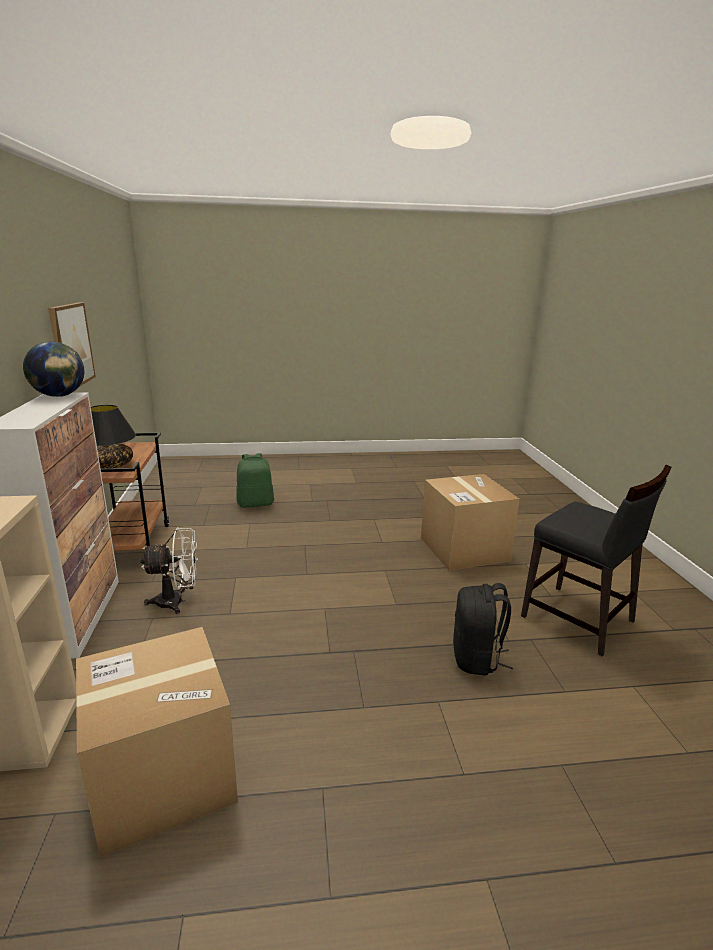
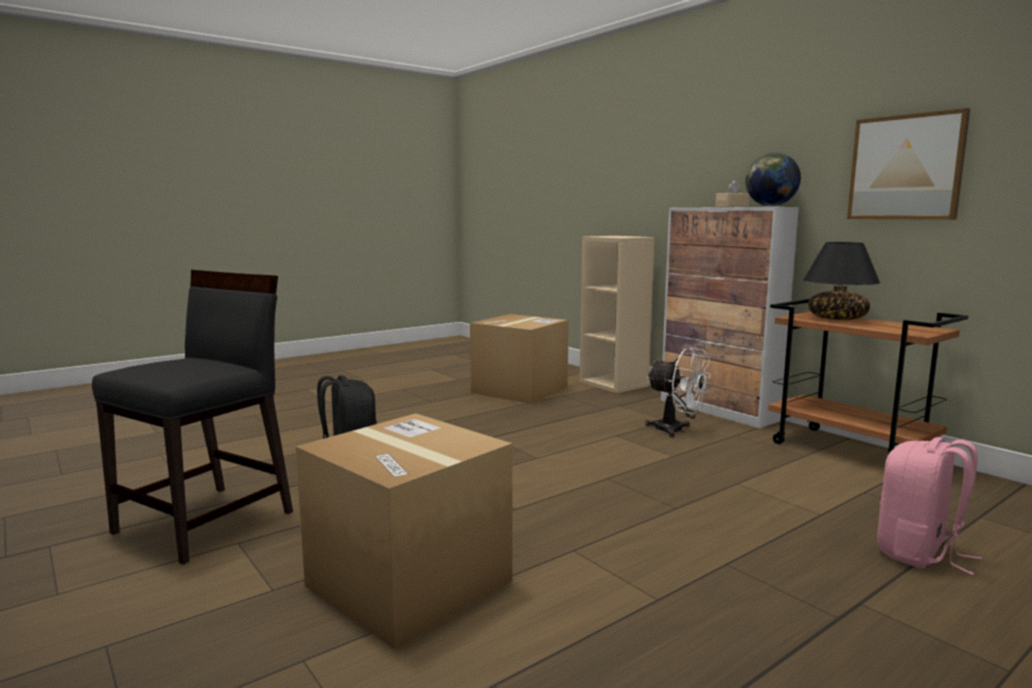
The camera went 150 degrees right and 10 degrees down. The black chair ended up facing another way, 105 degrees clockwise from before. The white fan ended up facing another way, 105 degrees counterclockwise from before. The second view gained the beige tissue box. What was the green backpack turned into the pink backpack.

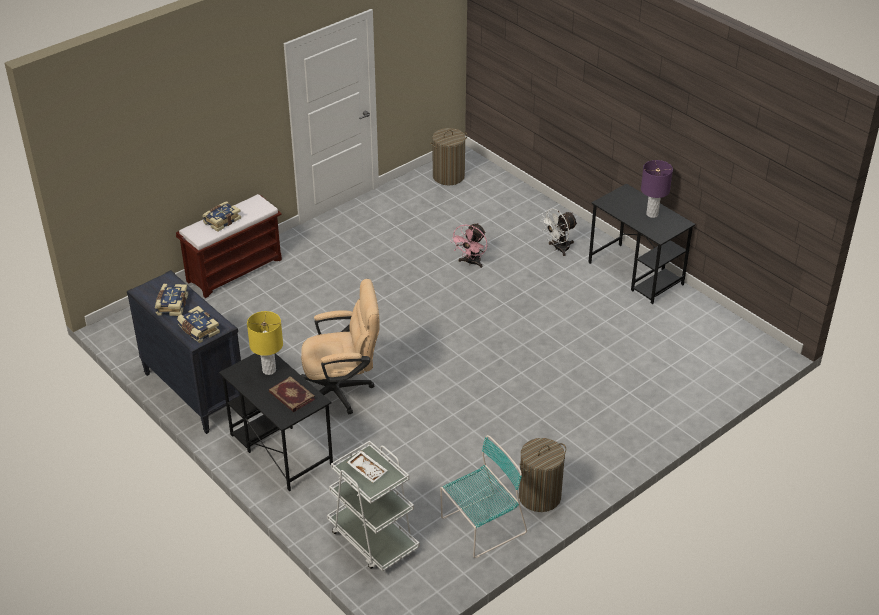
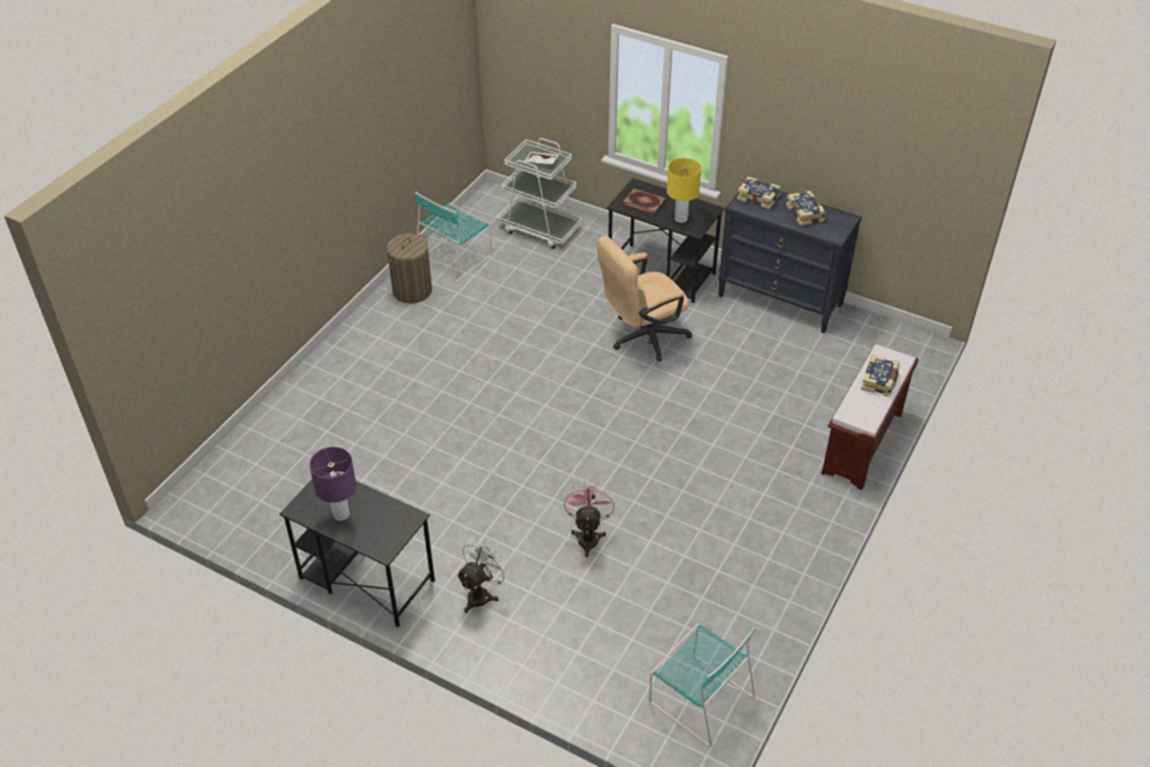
The camera went 160 degrees right and 5 degrees up. Where the laundry basket (1st from left) stood, the turquoise chair (2nd from left) came to stand.

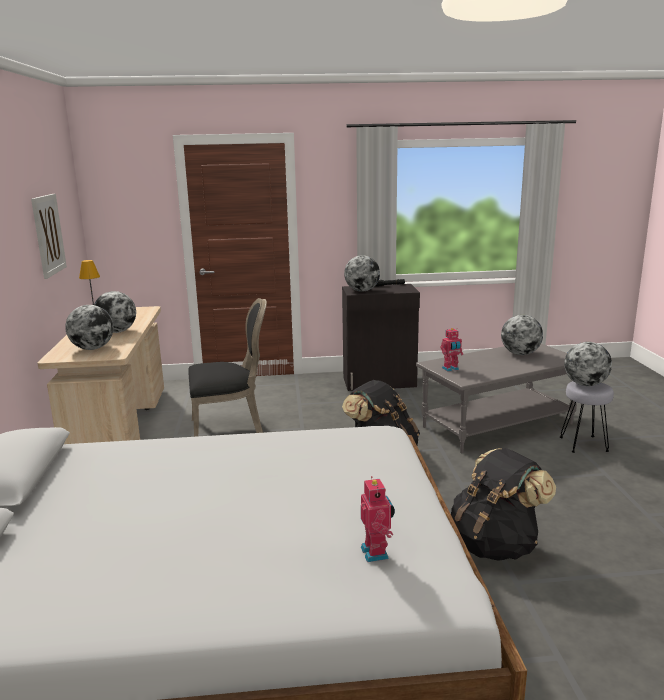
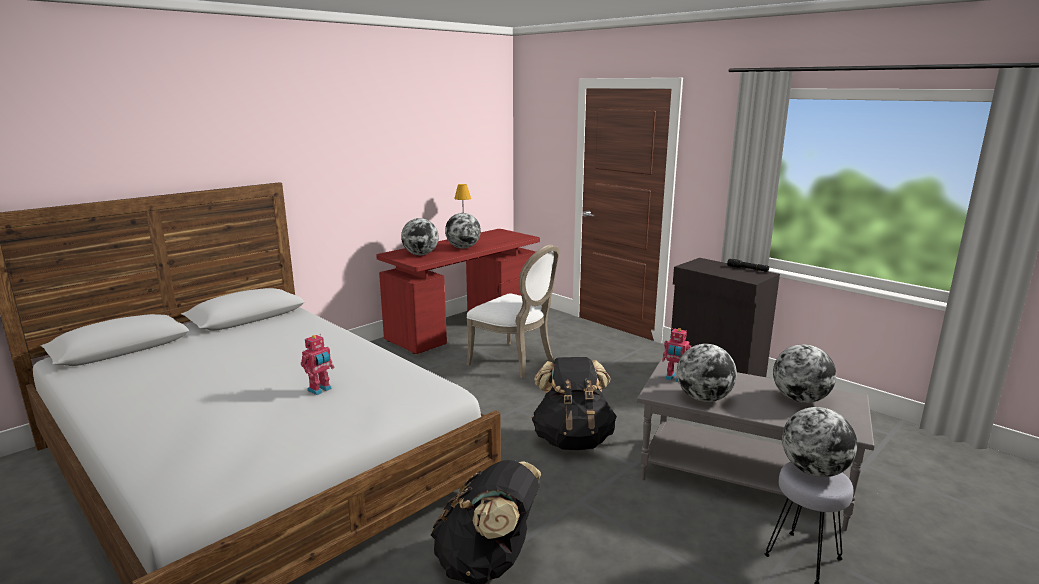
The camera went 50 degrees right and 0 degrees up. The toy robot (1st from left) ended up elsewhere. What was the beige desk turned into the red desk. What was the black chair turned into the white chair. The globe (3rd from left) ended up elsewhere. The second view lost the picture.

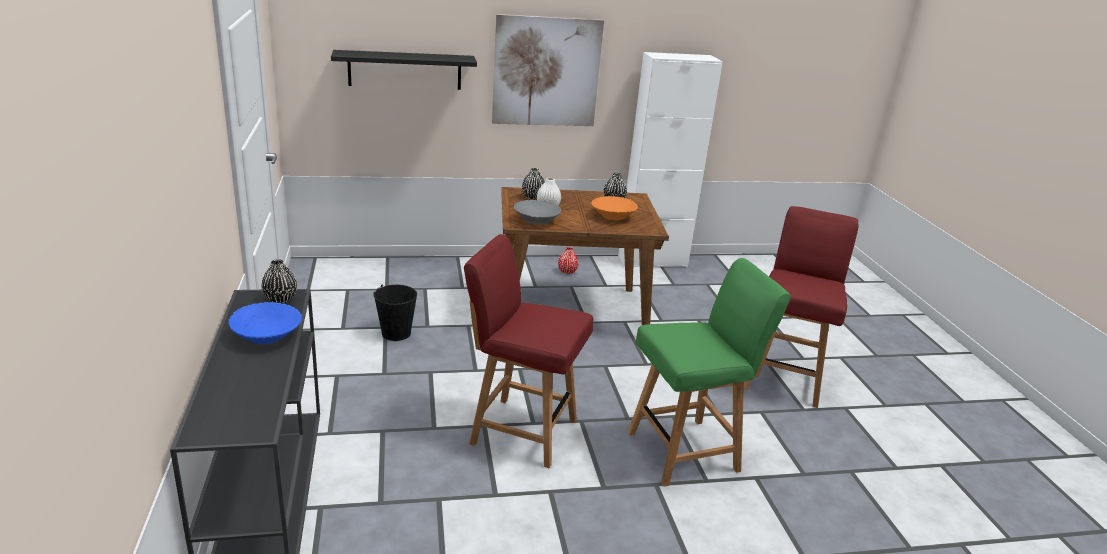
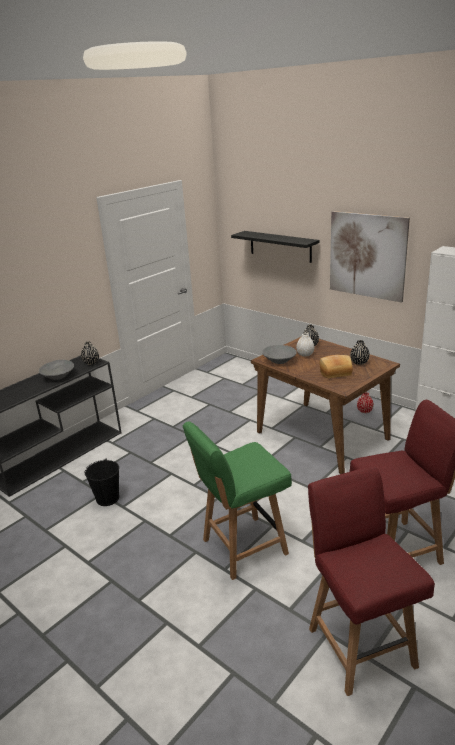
The camera went 55 degrees right and 0 degrees up. What was the blue bowl turned into the grey bowl (1st from left). The black bucket ended up elsewhere. The green chair ended up facing another way, 120 degrees clockwise from before. The red chair (1st from left) ended up elsewhere. Where the orange bowl stood, the bread came to stand.

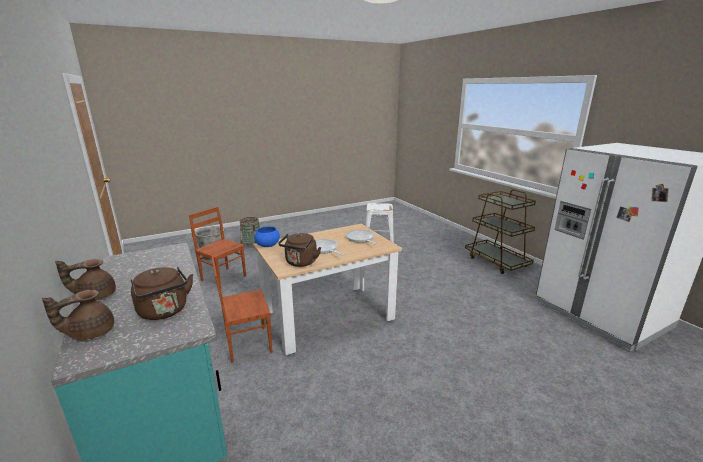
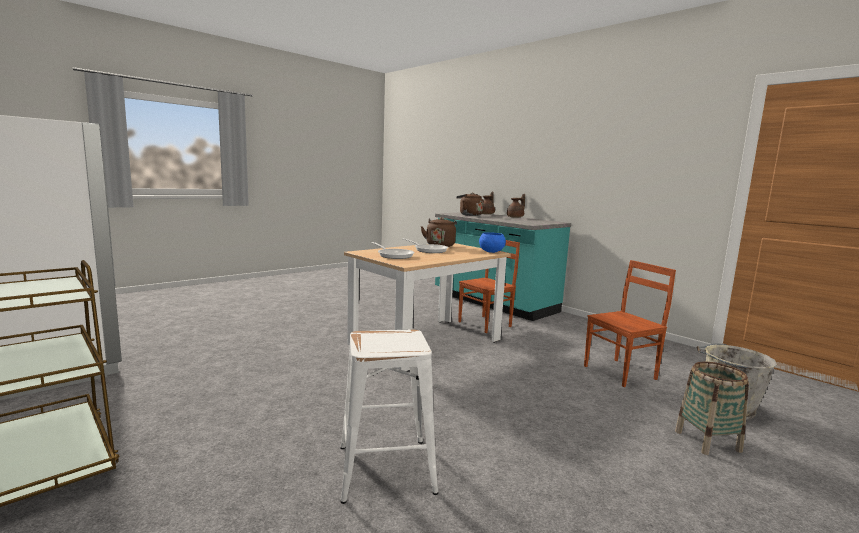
The camera went 165 degrees right and 10 degrees down. The brown chair (1st from left in the first image) ended up facing another way, 45 degrees counterclockwise from before.

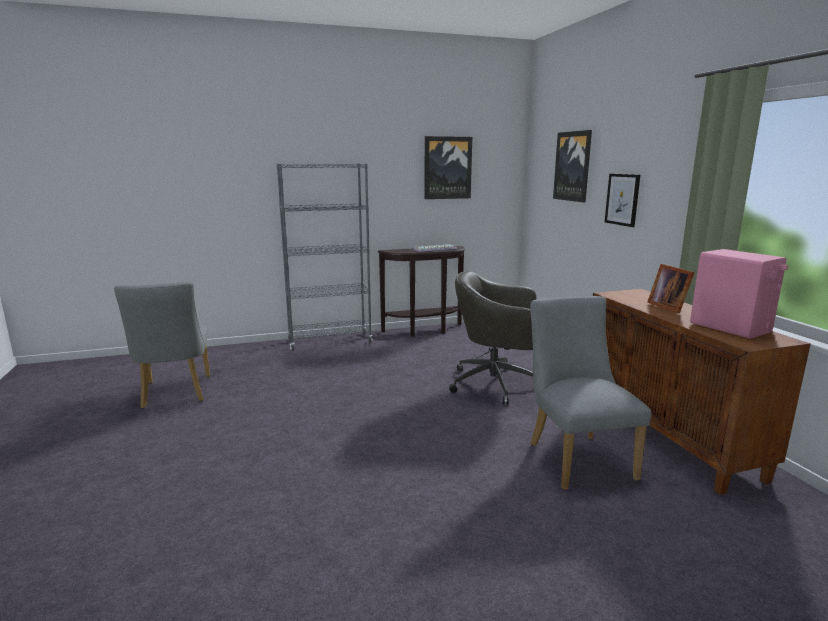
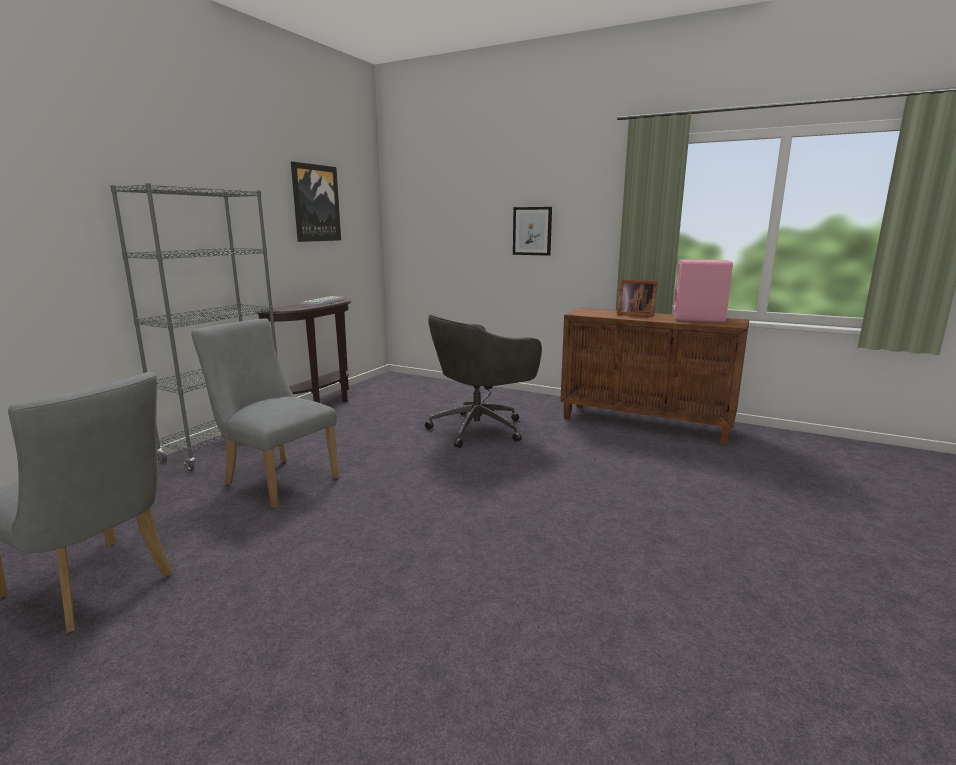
The camera went 45 degrees left and 0 degrees up. The grey chair (2nd from left) ended up elsewhere. The second view lost the picture (2nd from left).

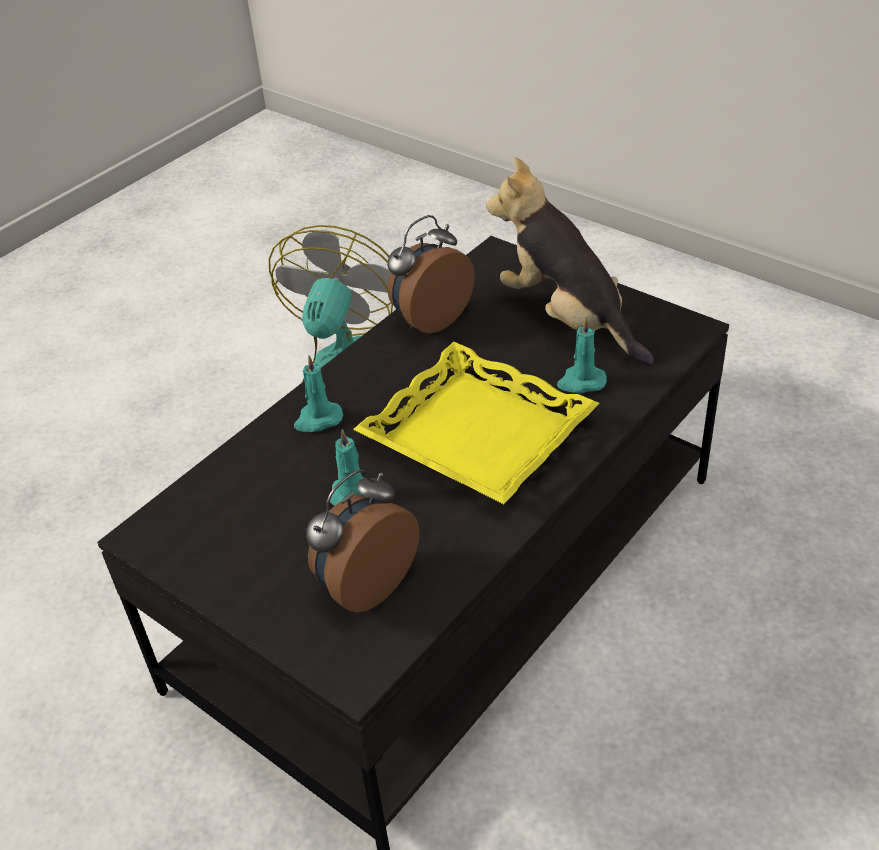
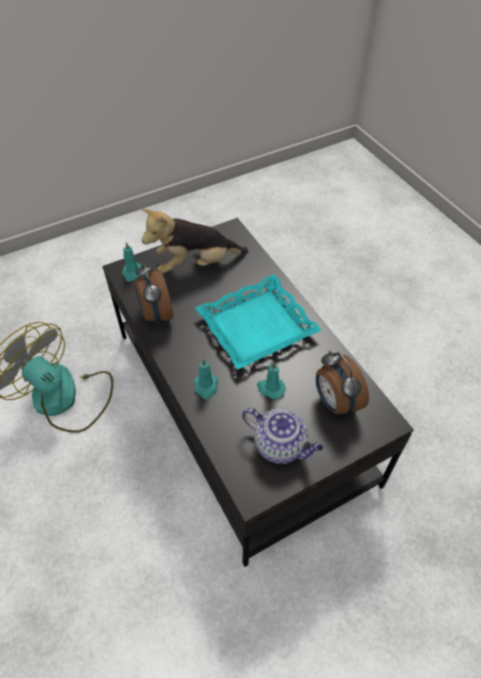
The camera went 70 degrees left and 10 degrees up. The turquoise candle (3rd from left in the first image) ended up elsewhere. What was the yellow tray turned into the turquoise tray. The second view gained the teapot.

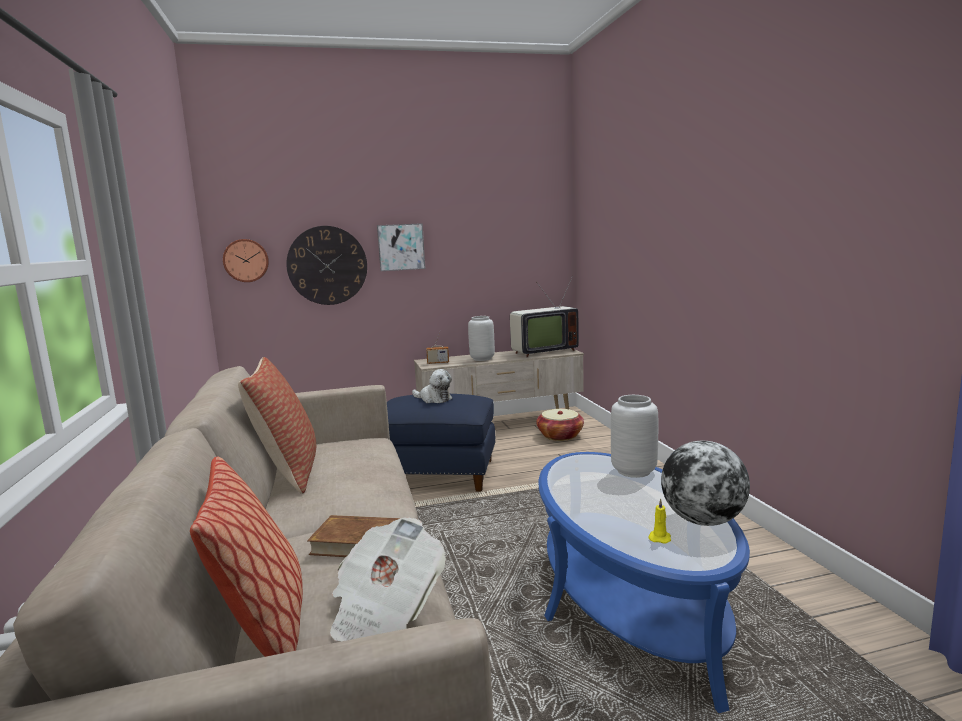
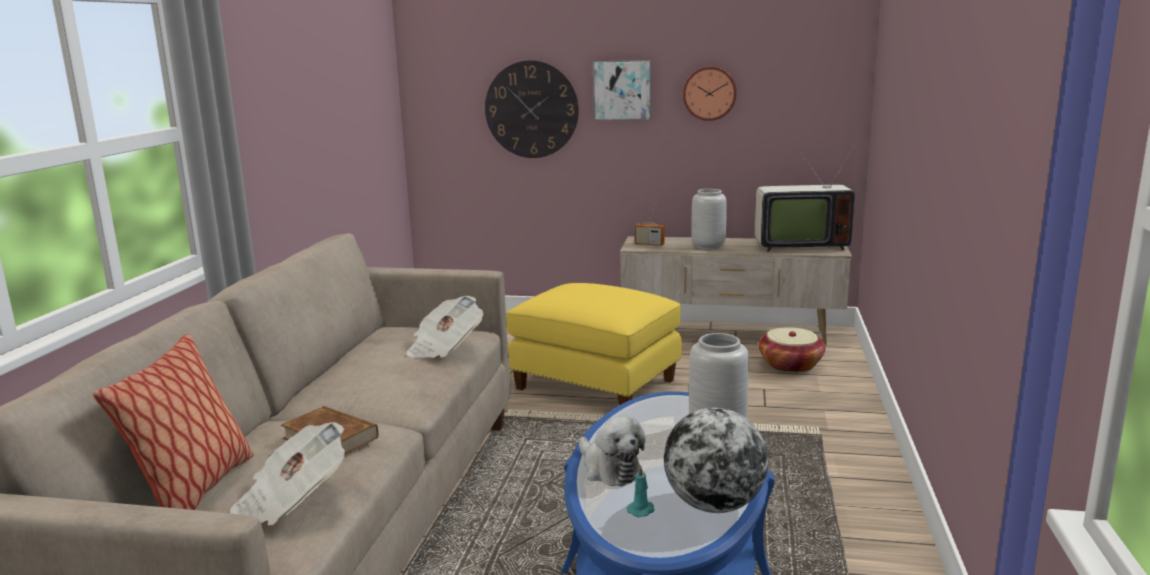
The camera went 25 degrees right and 5 degrees up. The second view gained the newspaper (2nd from left). What was the blue ottoman turned into the yellow ottoman. The plush toy ended up elsewhere. What was the yellow candle turned into the turquoise candle. The wall clock (1st from left in the first image) ended up elsewhere. The second view lost the pillow (2nd from left).

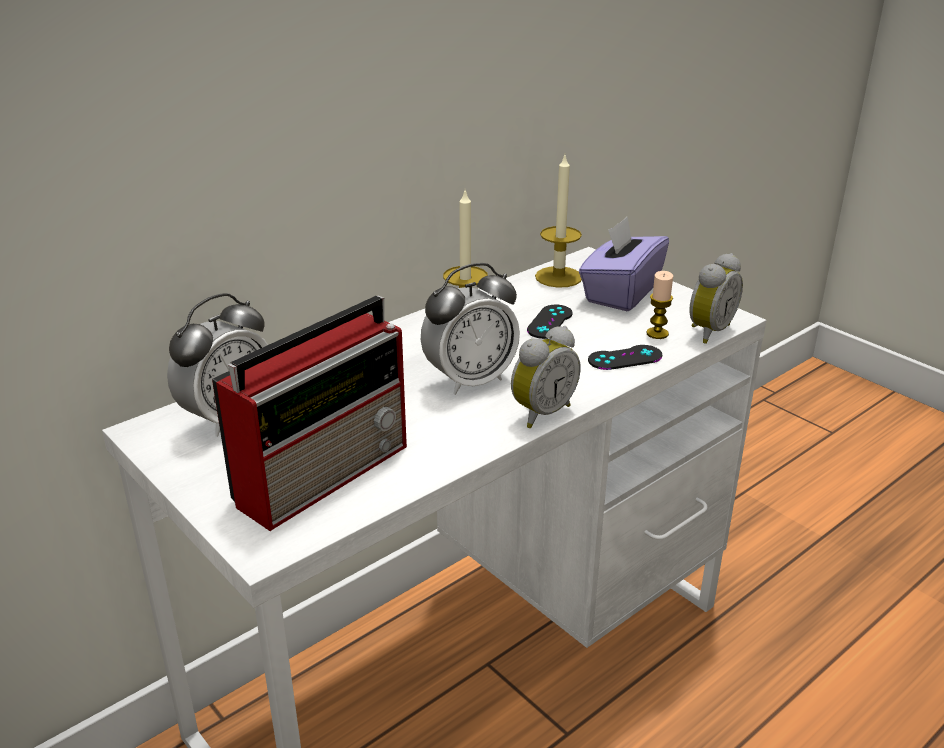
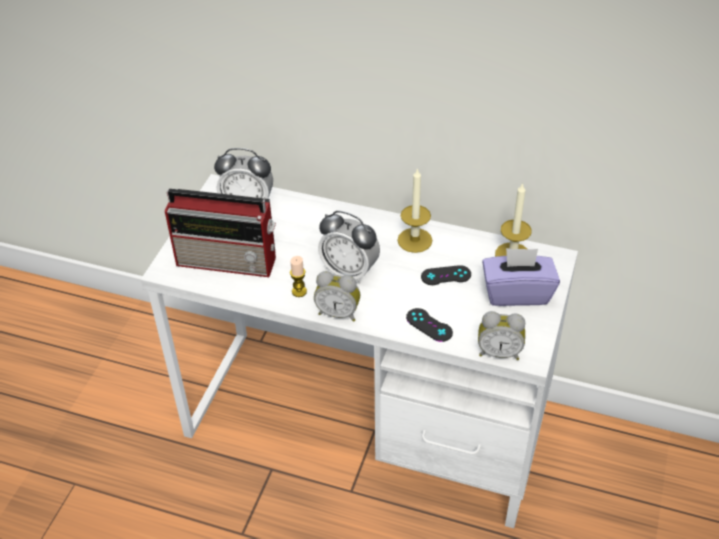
The camera went 60 degrees right and 15 degrees up. The candle (3rd from left in the first image) ended up elsewhere.

